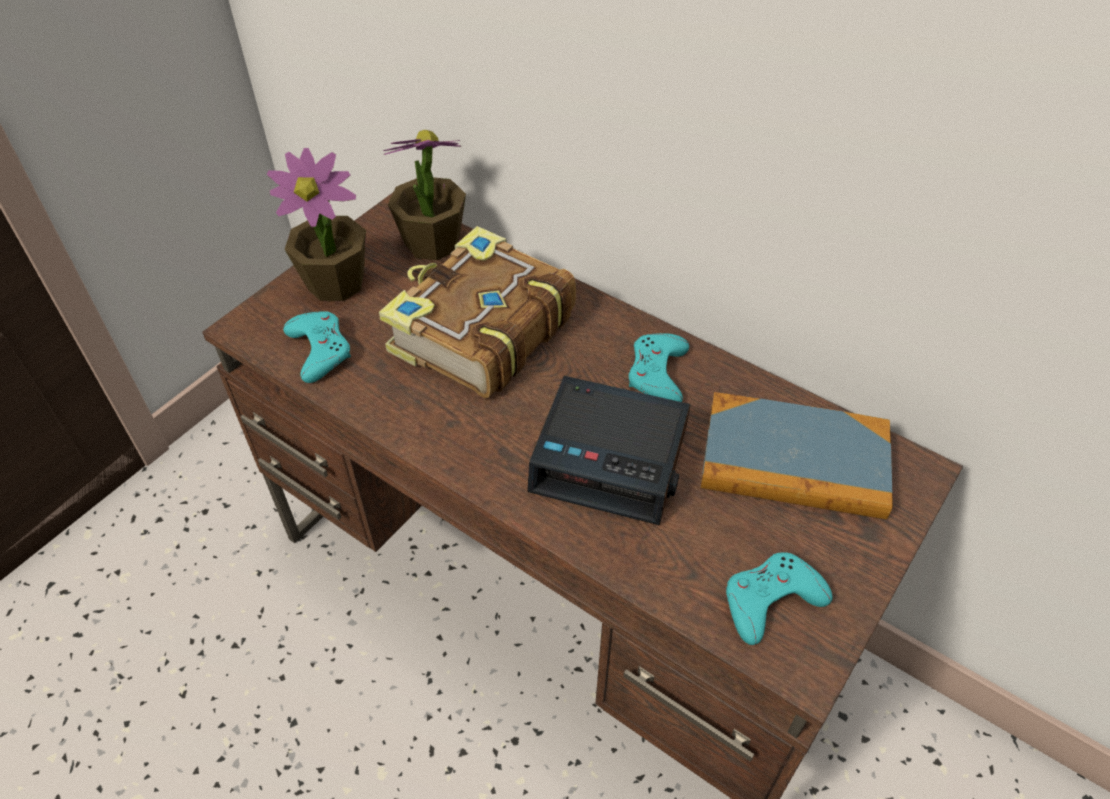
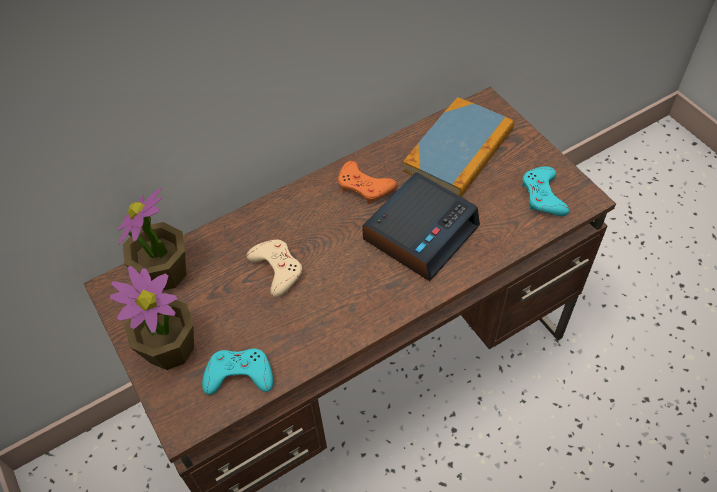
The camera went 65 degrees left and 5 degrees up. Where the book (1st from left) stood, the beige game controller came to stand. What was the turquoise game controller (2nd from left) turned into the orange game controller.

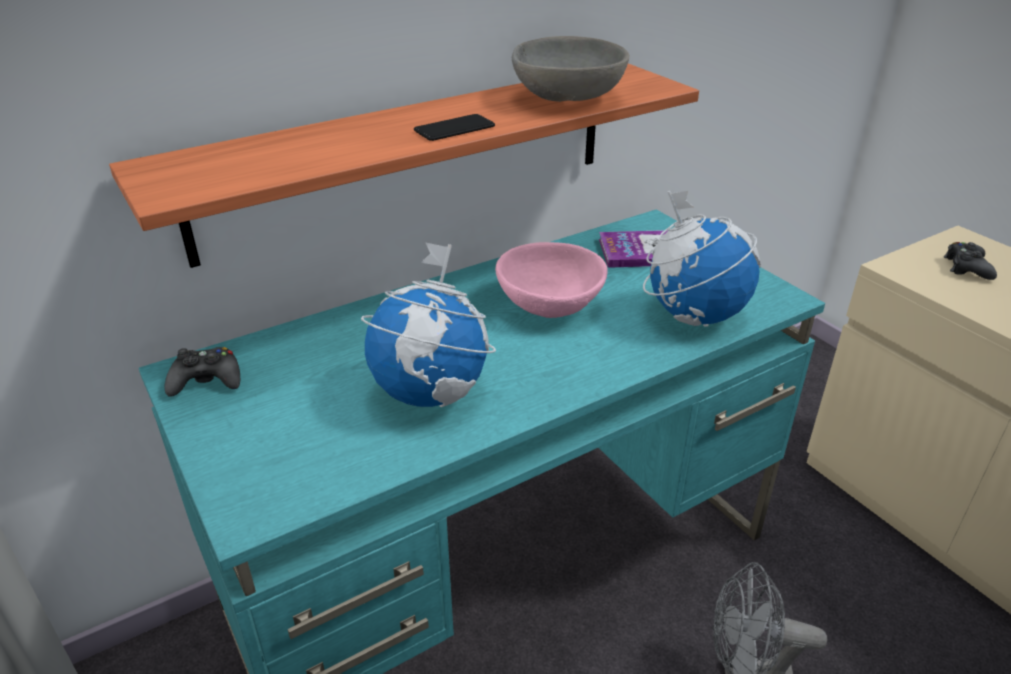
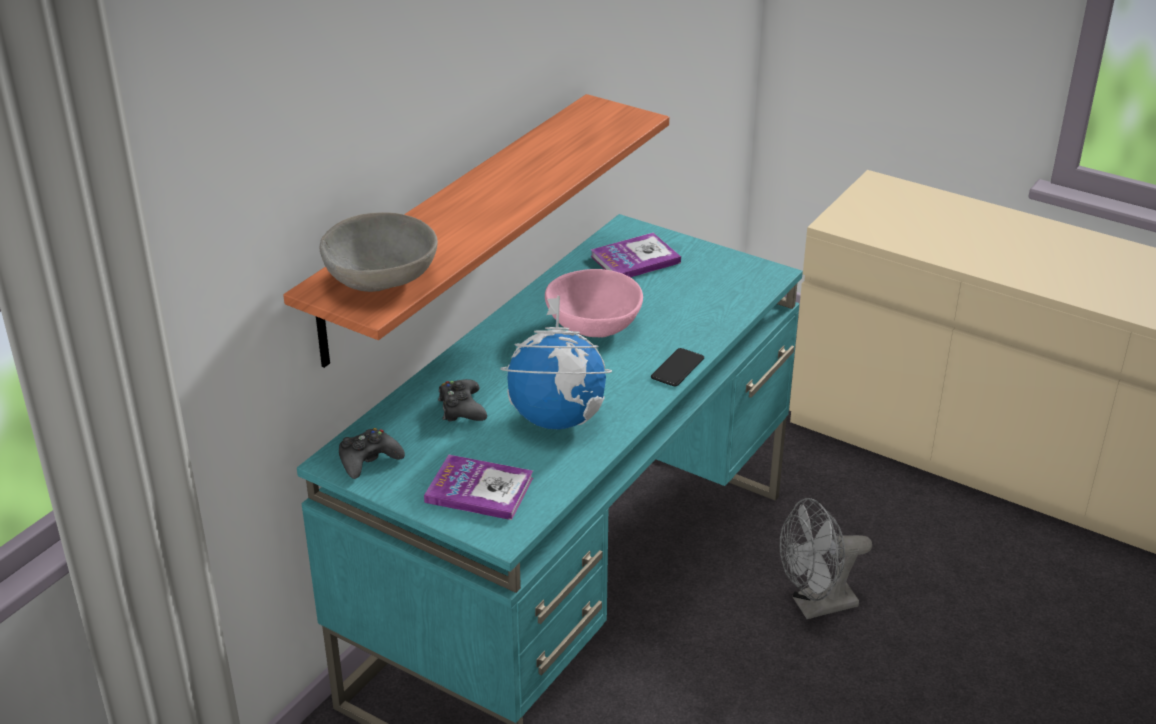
The camera went 25 degrees left and 0 degrees up. The grey bowl ended up elsewhere. The second view gained the book (1st from left). The black game controller (2nd from left) ended up elsewhere. The phone ended up elsewhere. The second view lost the globe (2nd from left).

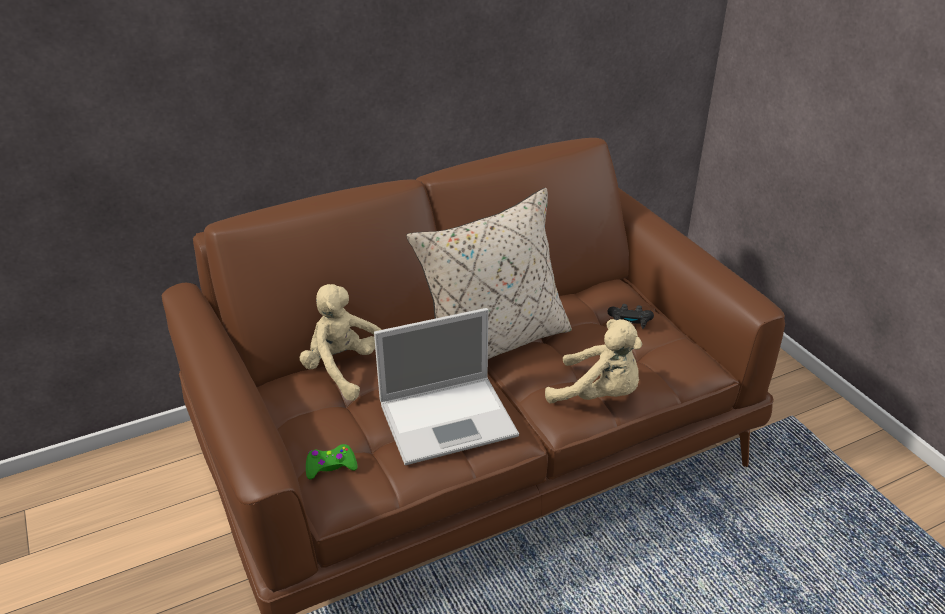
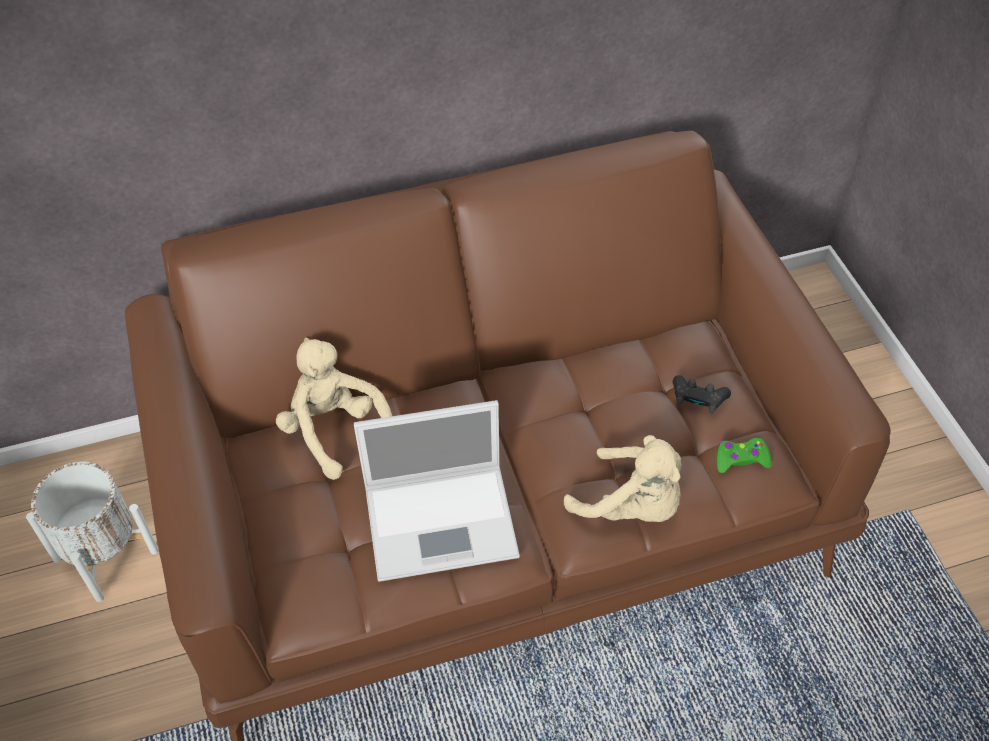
The camera went 10 degrees right and 15 degrees up. The second view gained the white planter. The green game controller ended up elsewhere. The second view lost the beige pillow.

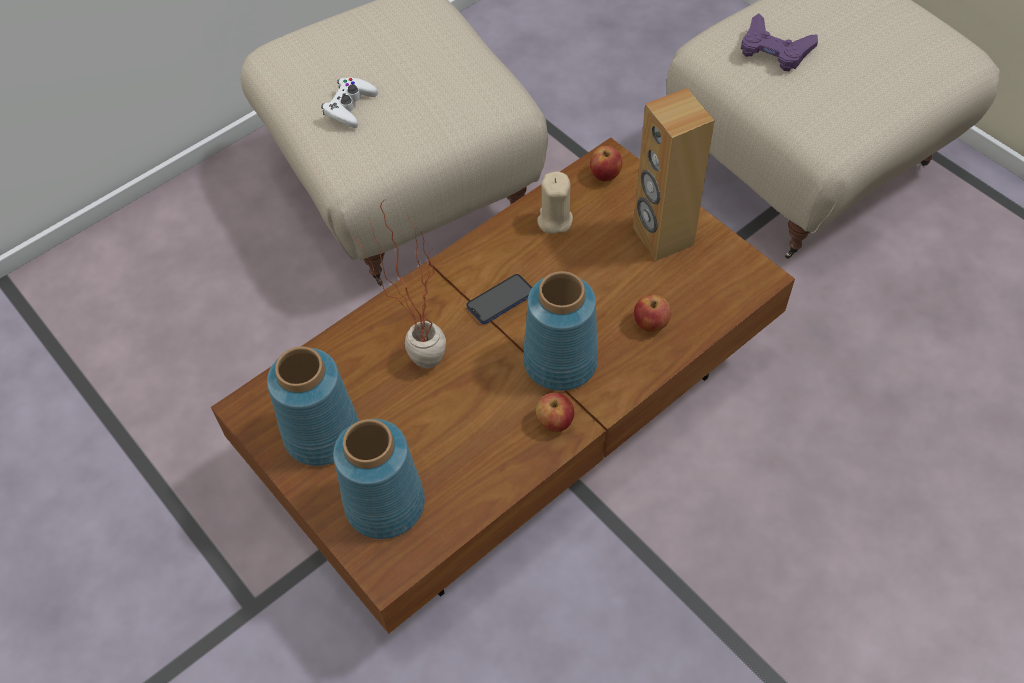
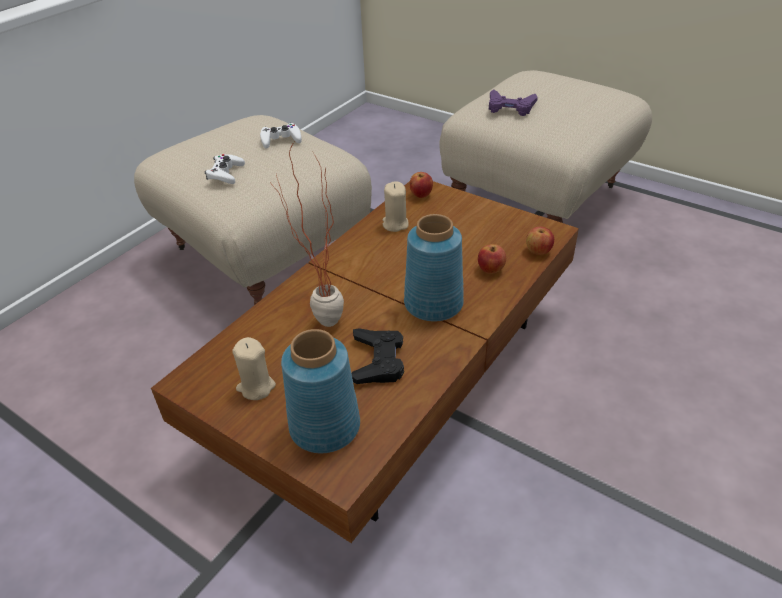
The camera went 15 degrees left and 15 degrees down. Where the blue vase (1st from left) stood, the beige candle (1st from left) came to stand. The second view gained the white game controller (2nd from left). The second view gained the black game controller. The apple (1st from left in the first image) ended up elsewhere. The second view lost the phone. The second view lost the brown speaker.

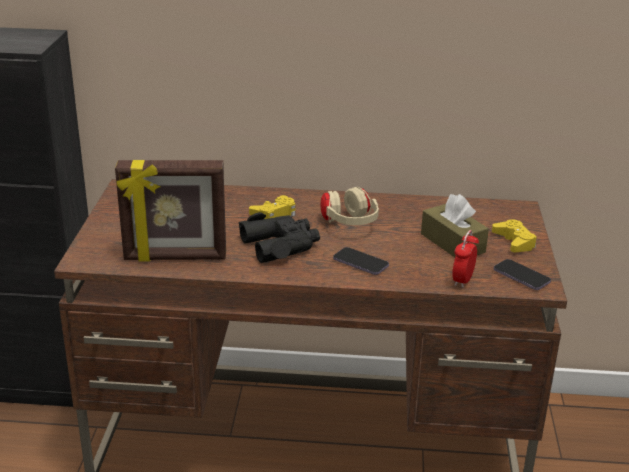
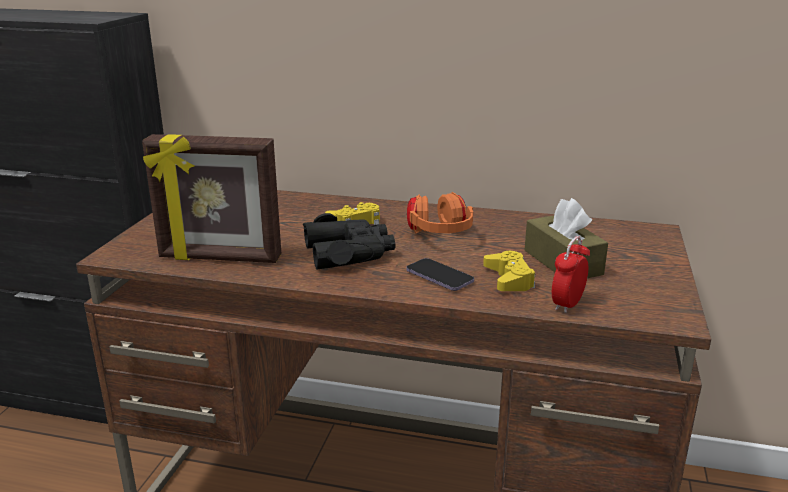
The camera went 10 degrees right and 5 degrees down. What was the beige headphones turned into the orange headphones. The yellow game controller (2nd from left) ended up elsewhere. The second view lost the phone (2nd from left).

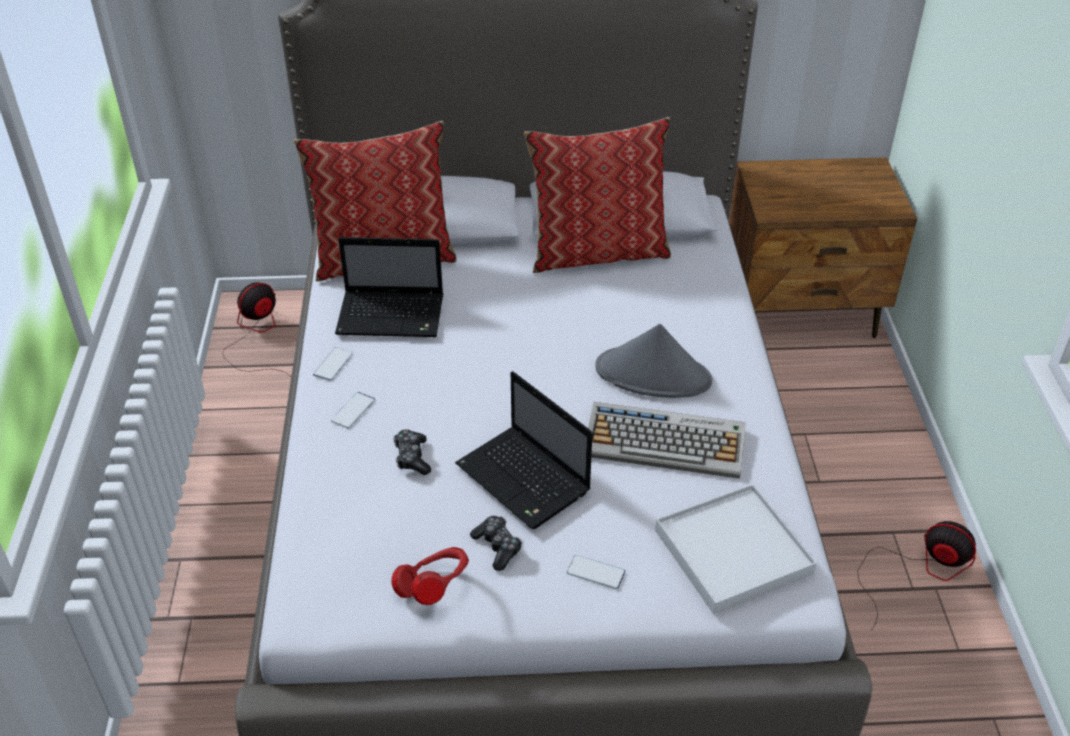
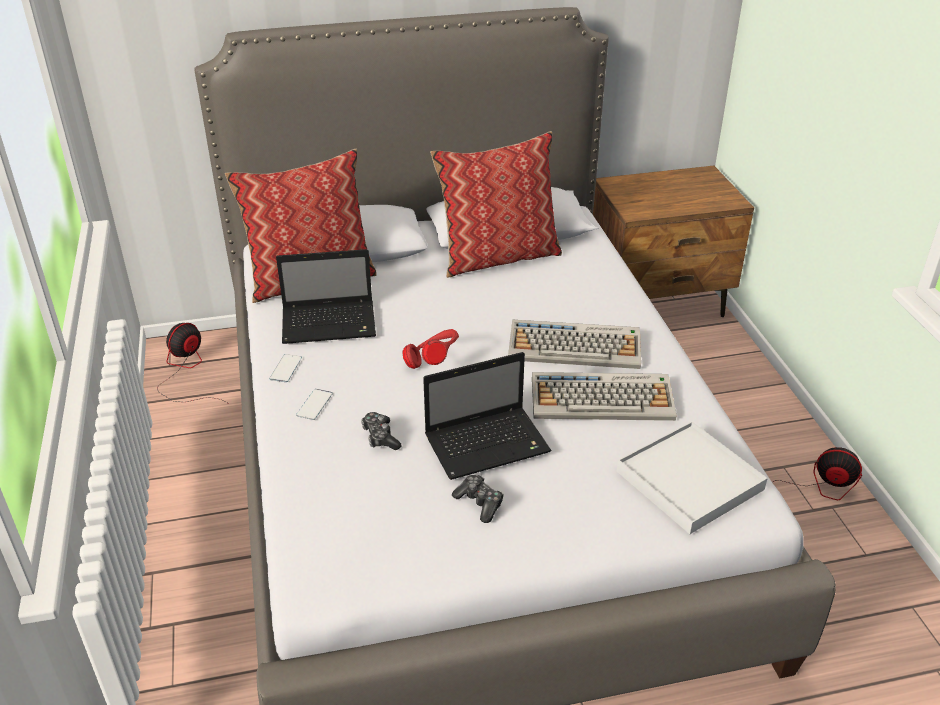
The camera went 10 degrees left and 5 degrees down. The red headphones ended up elsewhere. The laptop (2nd from left) ended up facing another way, 60 degrees counterclockwise from before. Where the grey hat stood, the keyboard (1st from left) came to stand. The second view lost the phone (3rd from left).

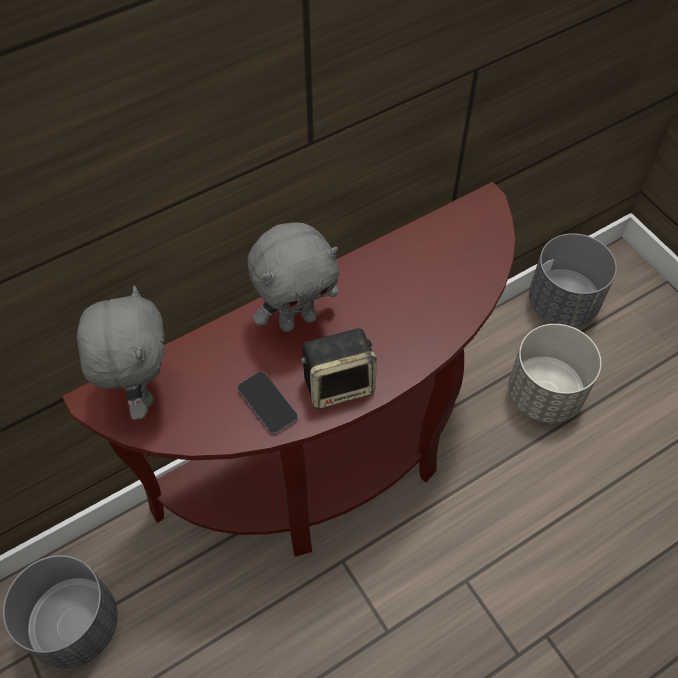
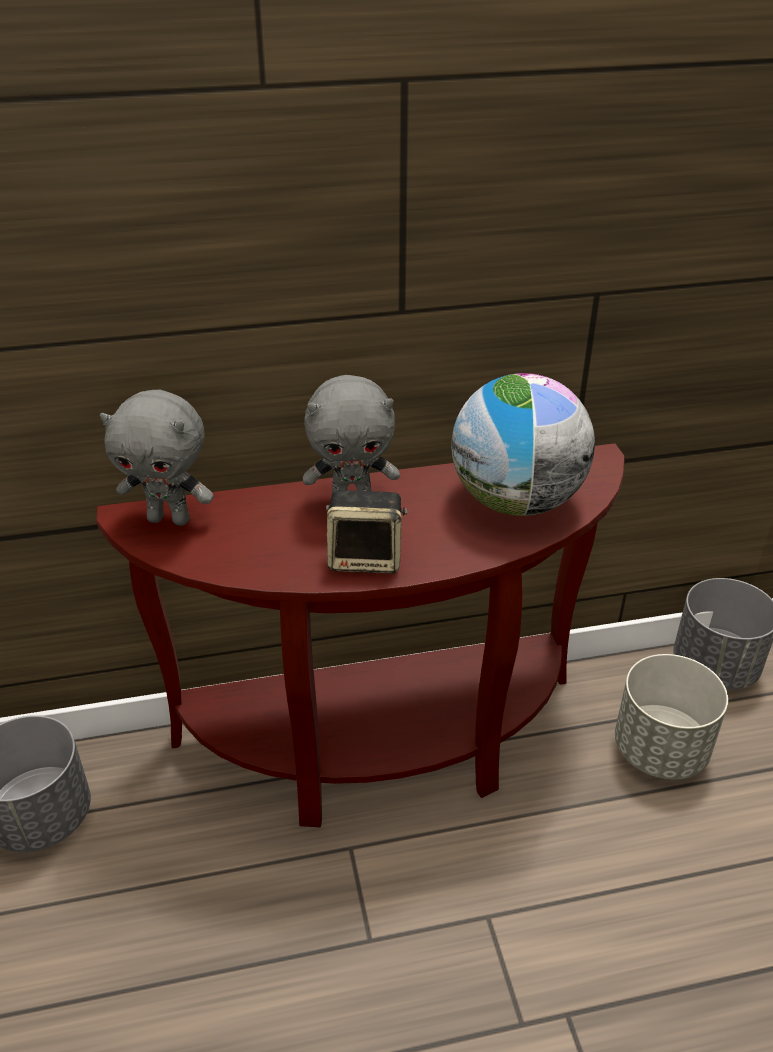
The camera went 20 degrees right and 20 degrees down. The grey plush toy (1st from left) ended up facing another way, 90 degrees clockwise from before. The second view gained the globe. The second view lost the phone.

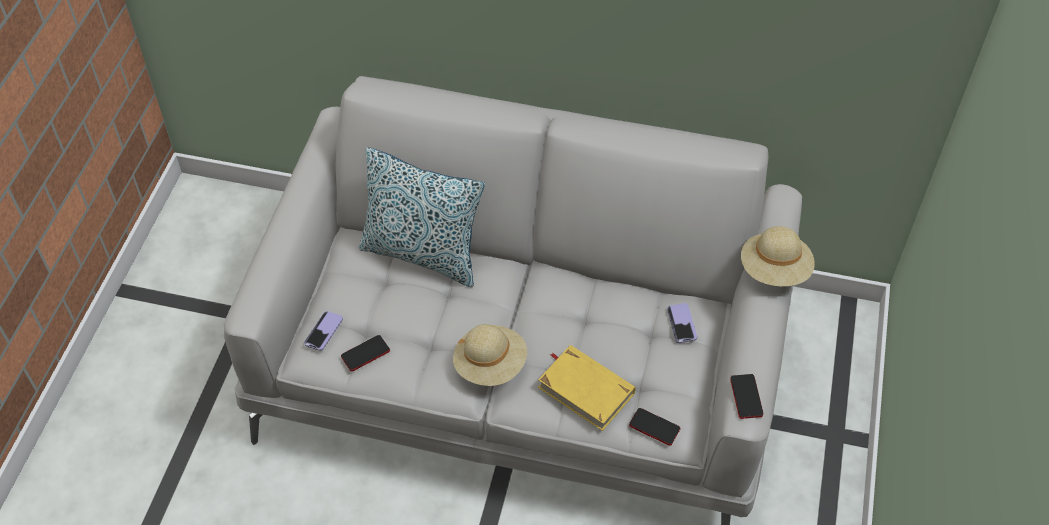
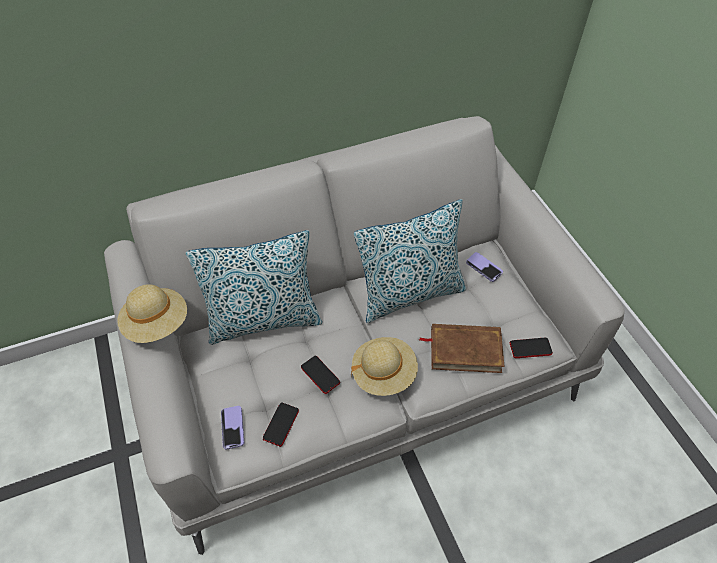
The camera went 35 degrees left and 0 degrees up. The beige hat (2nd from left in the first image) ended up elsewhere. The phone (5th from left in the first image) ended up elsewhere. The second view gained the pillow (2nd from left). What was the yellow book turned into the brown book.

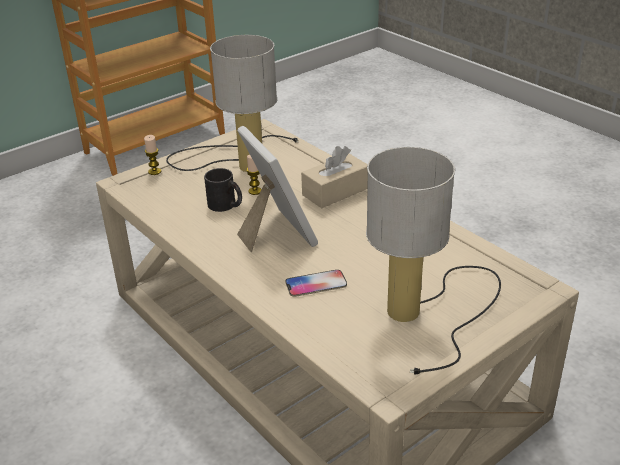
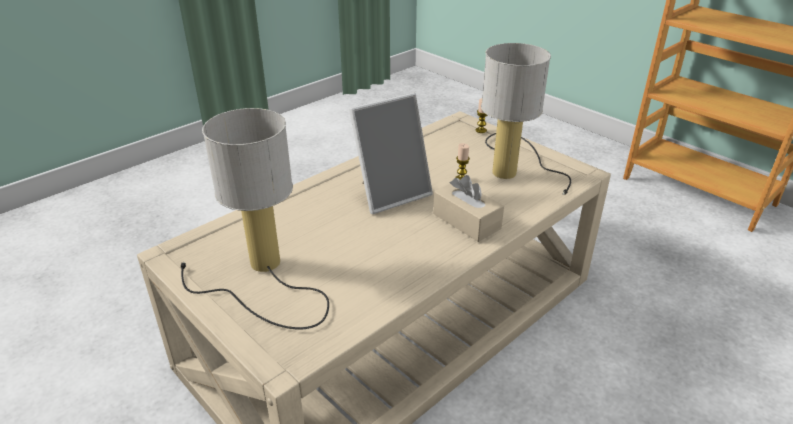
The camera went 85 degrees right and 0 degrees up. The second view lost the black mug. The second view lost the phone.

